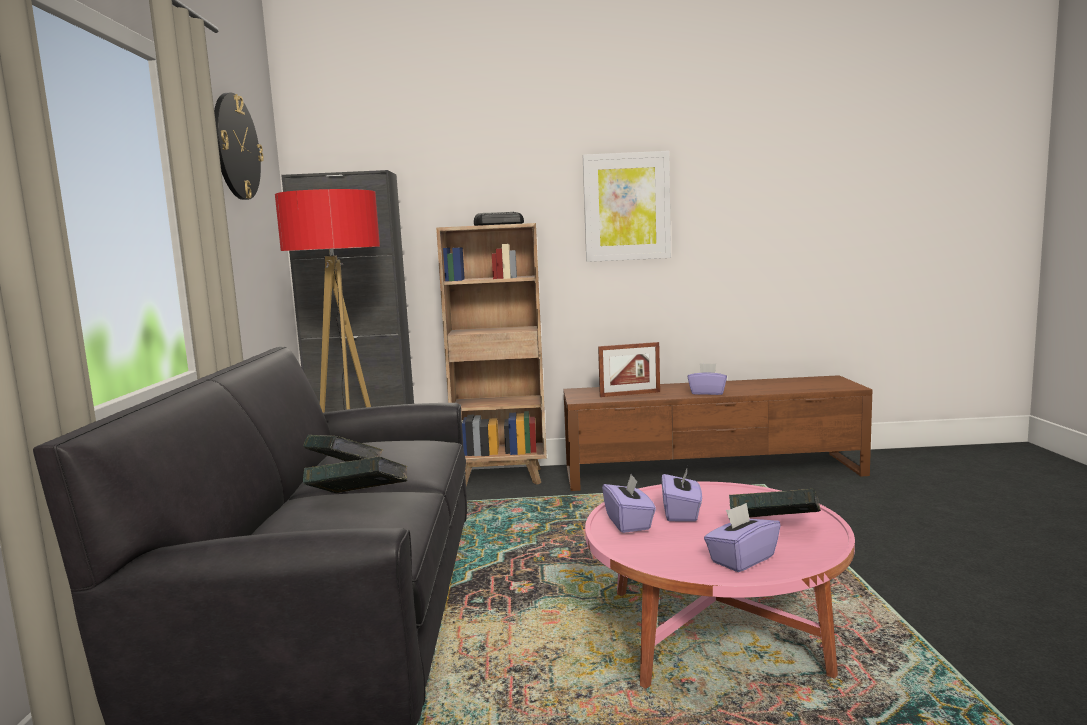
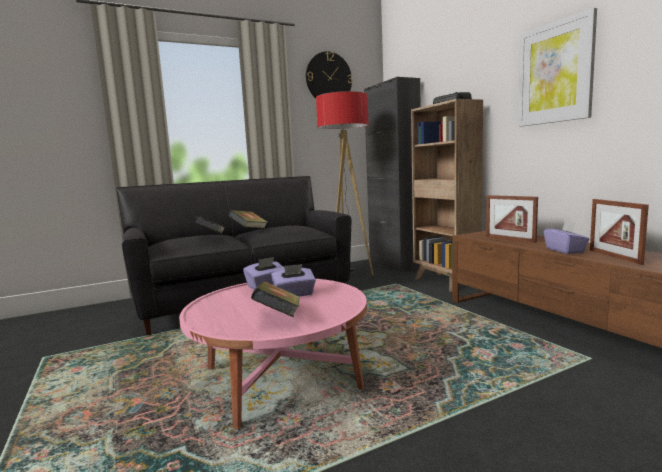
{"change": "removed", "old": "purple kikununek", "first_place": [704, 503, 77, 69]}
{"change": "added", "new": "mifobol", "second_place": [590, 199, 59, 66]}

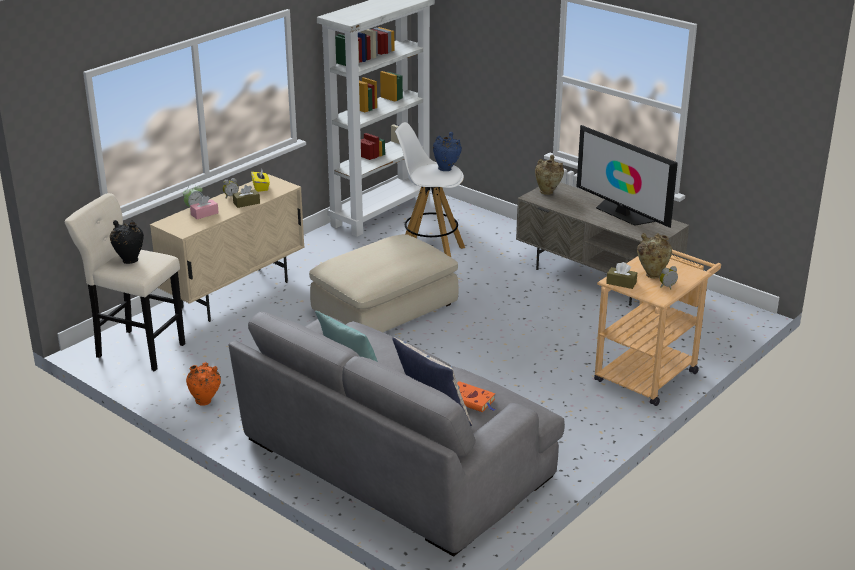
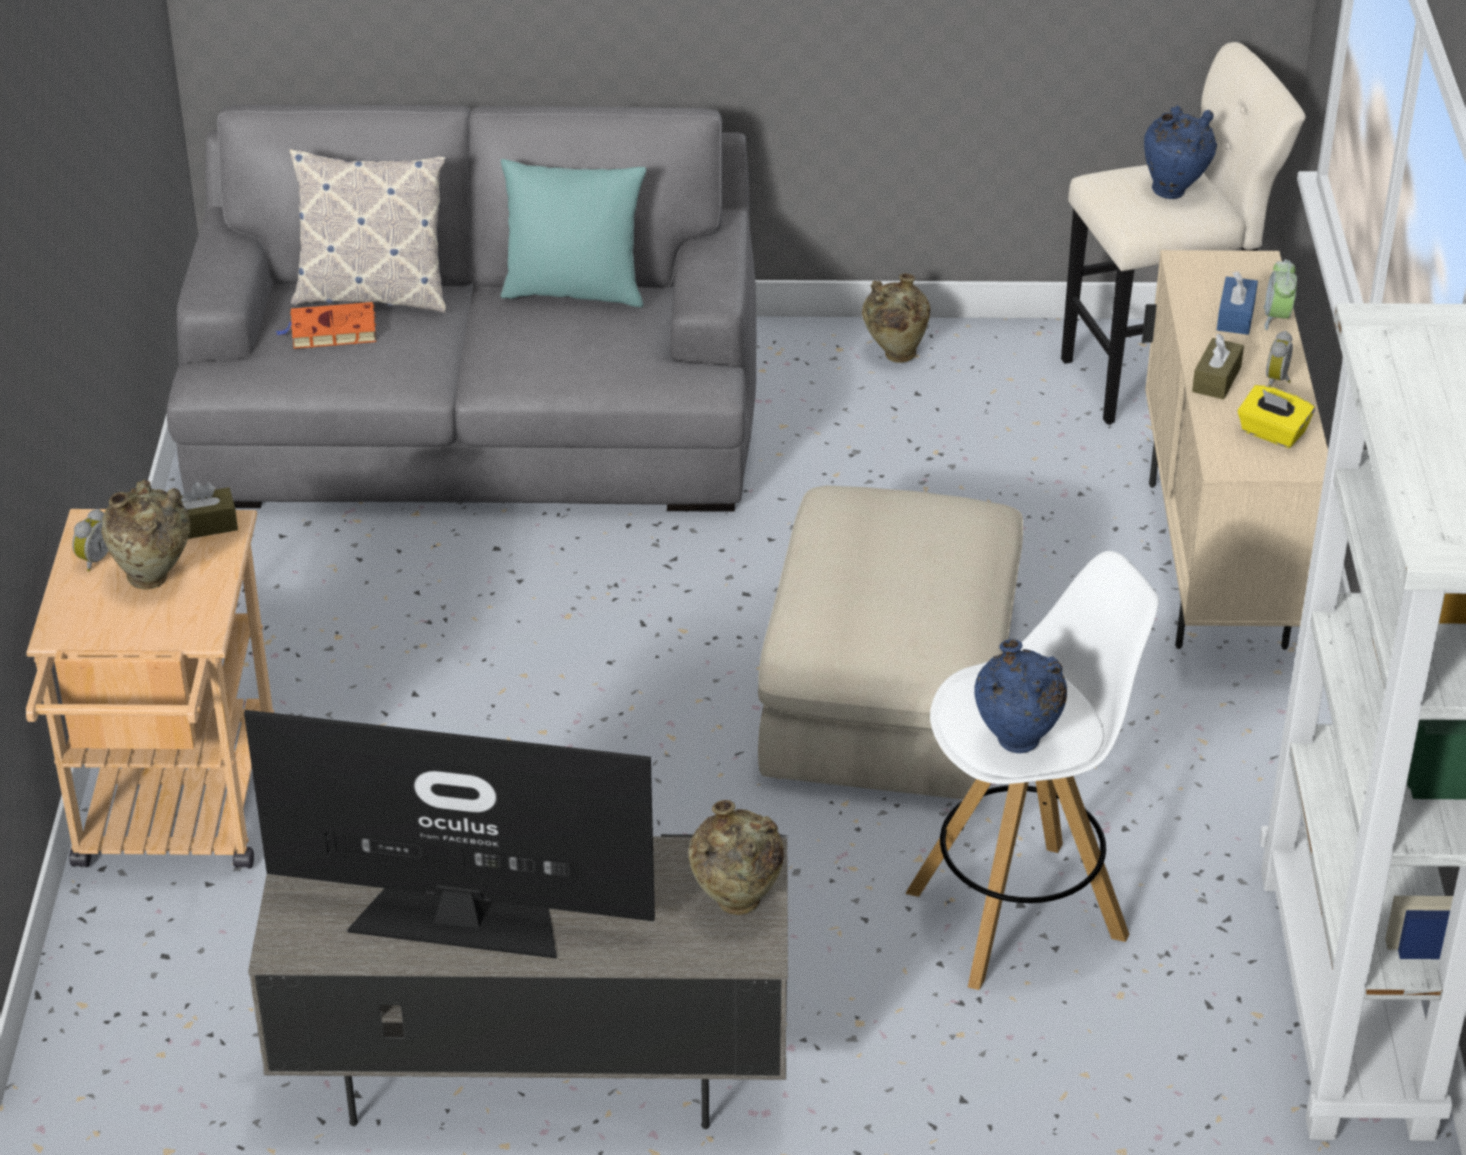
{"change": "recoloured", "old": "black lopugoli", "new": "blue lopugoli", "first_place": [110, 220, 34, 44], "second_place": [1144, 105, 73, 94]}
{"change": "recoloured", "old": "orange lopugoli", "new": "beige lopugoli", "first_place": [186, 362, 35, 44], "second_place": [862, 273, 68, 90]}
{"change": "recoloured", "old": "pink kikununek", "new": "blue kikununek", "first_place": [190, 195, 29, 24], "second_place": [1217, 271, 41, 64]}

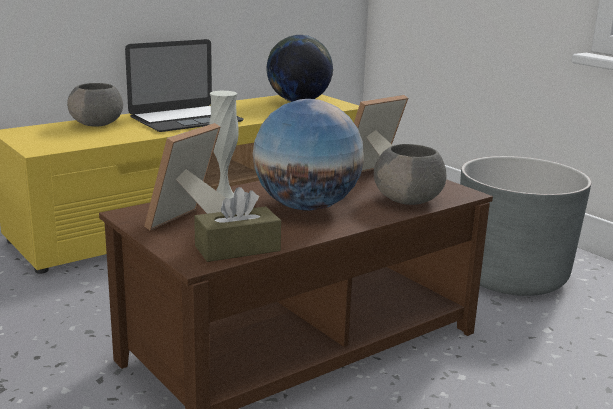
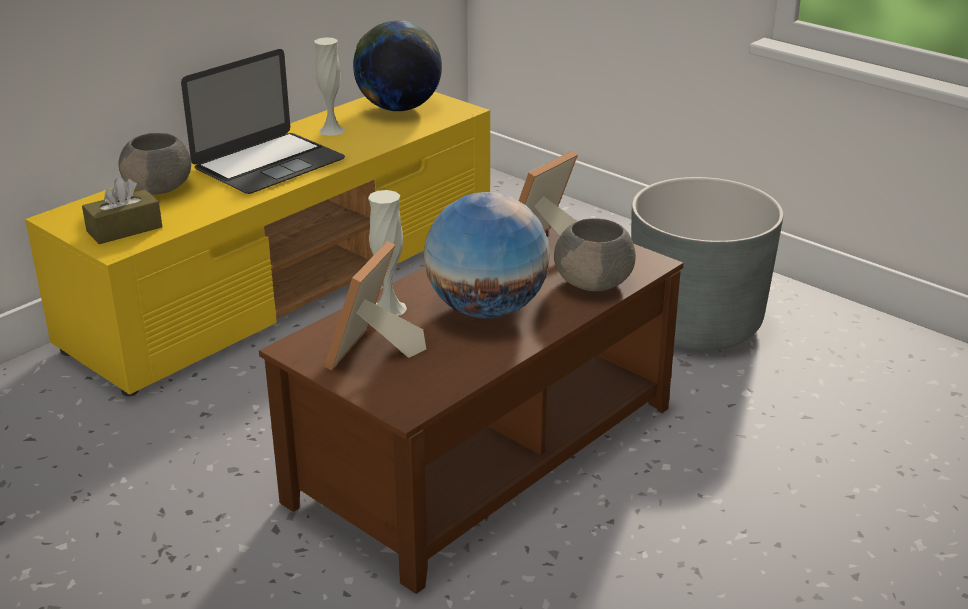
{"change": "moved", "old": "brown kikununek", "first_place": [194, 187, 87, 75], "second_place": [82, 178, 80, 66]}
{"change": "added", "new": "white lopugoli", "second_place": [315, 37, 30, 99]}

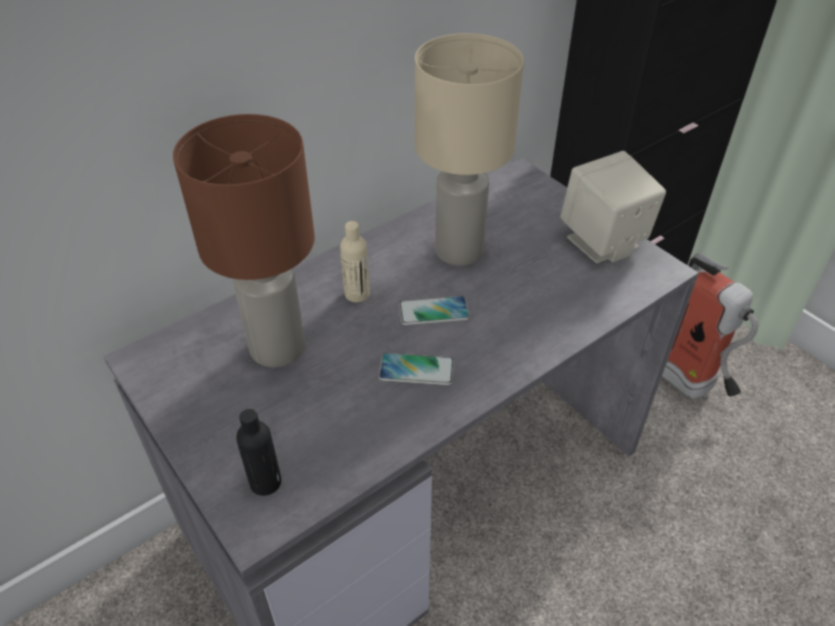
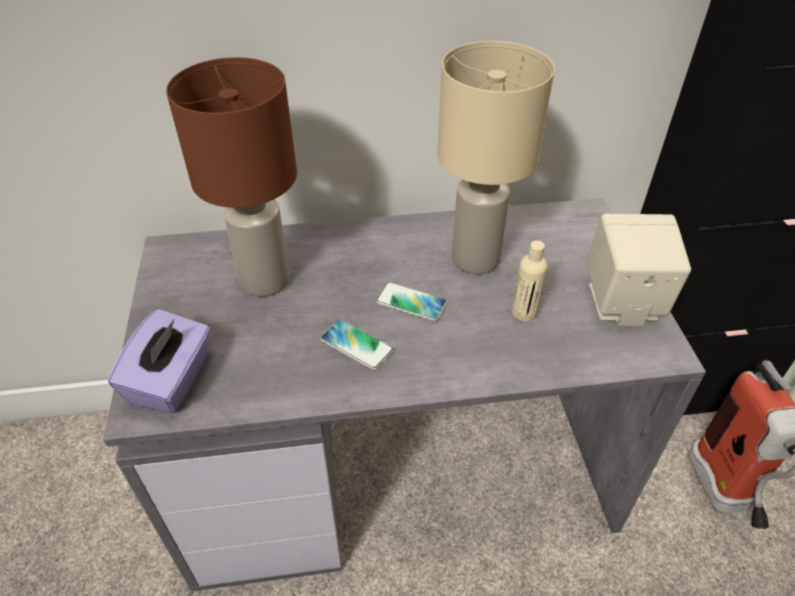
{"change": "replaced", "old": "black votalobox", "new": "purple kikununek", "first_place": [236, 409, 45, 87], "second_place": [108, 309, 102, 104]}
{"change": "moved", "old": "beige votalobox", "first_place": [340, 221, 30, 81], "second_place": [512, 241, 36, 81]}

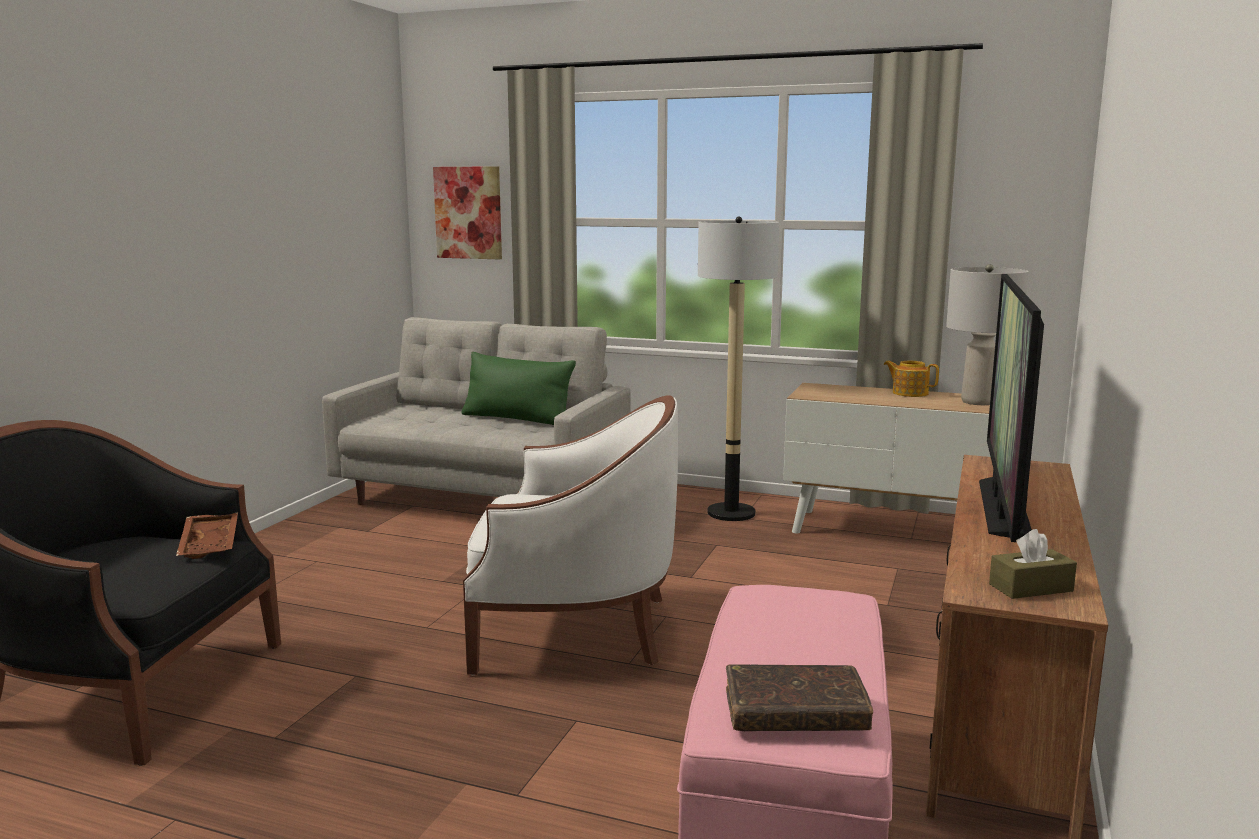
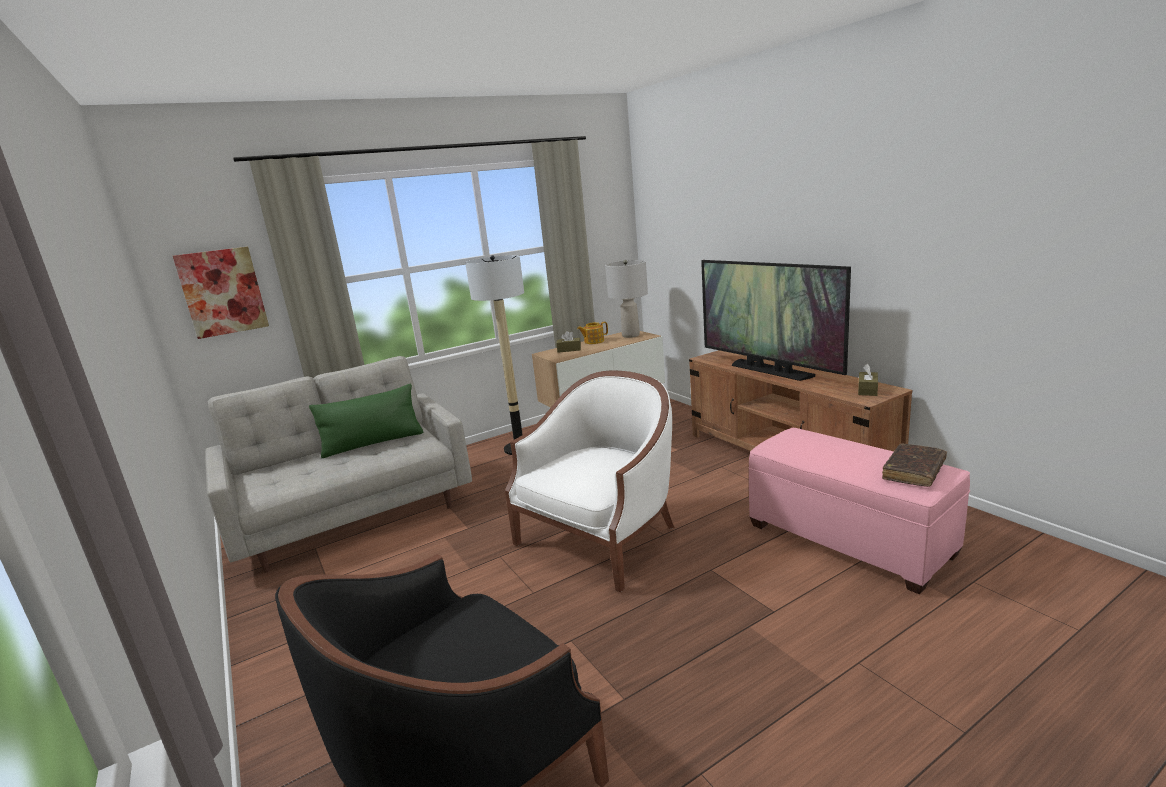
{"change": "removed", "old": "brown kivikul", "first_place": [176, 512, 62, 47]}
{"change": "added", "new": "brown kikununek", "second_place": [556, 331, 25, 22]}

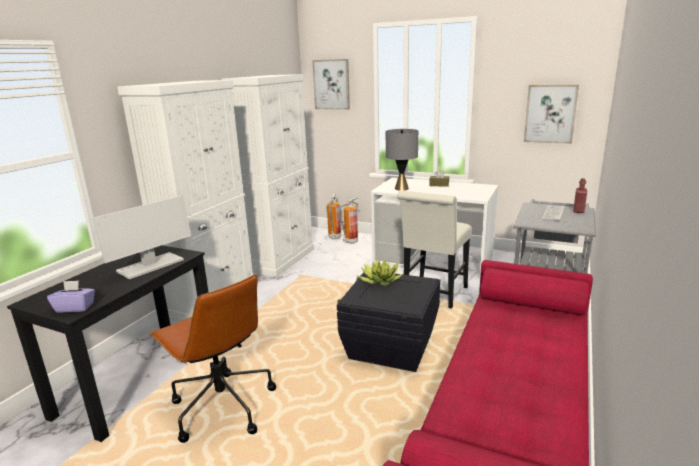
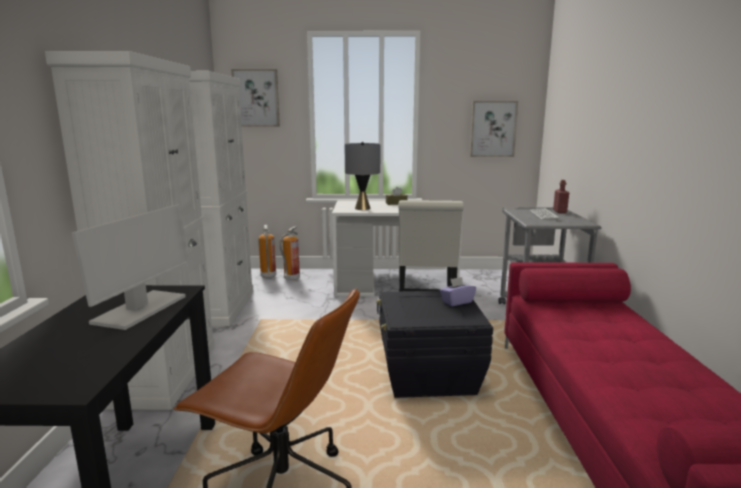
{"change": "moved", "old": "purple kikununek", "first_place": [47, 280, 48, 32], "second_place": [440, 277, 36, 29]}
{"change": "removed", "old": "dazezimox", "first_place": [357, 260, 46, 26]}

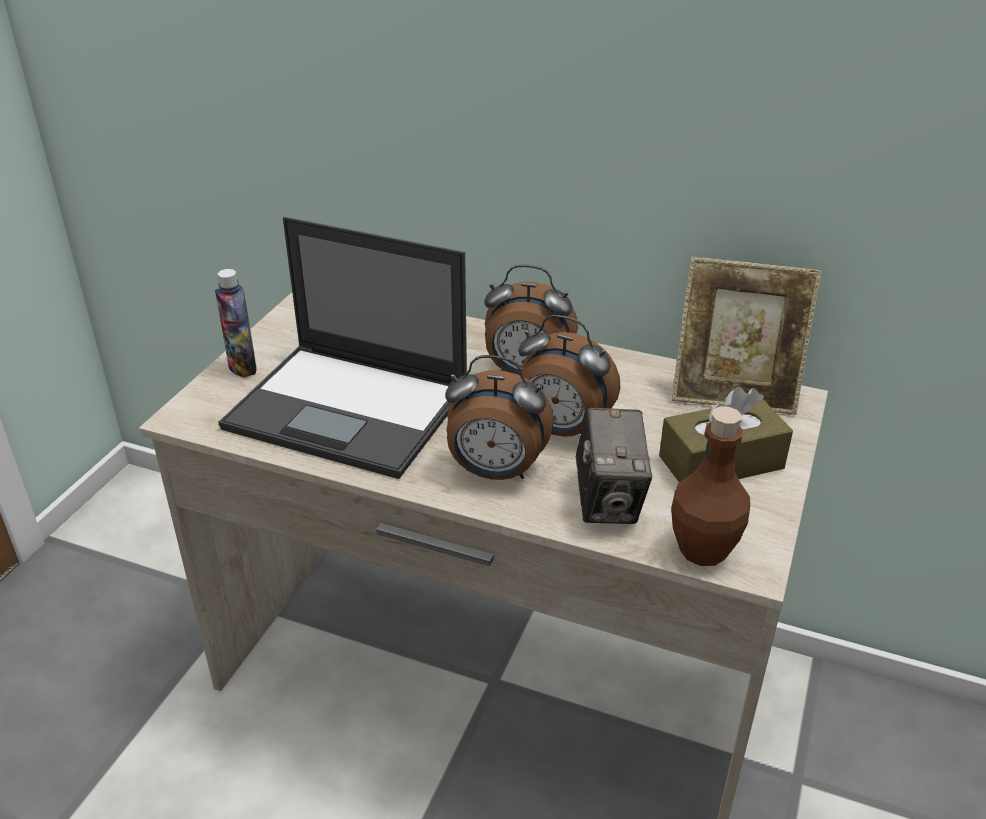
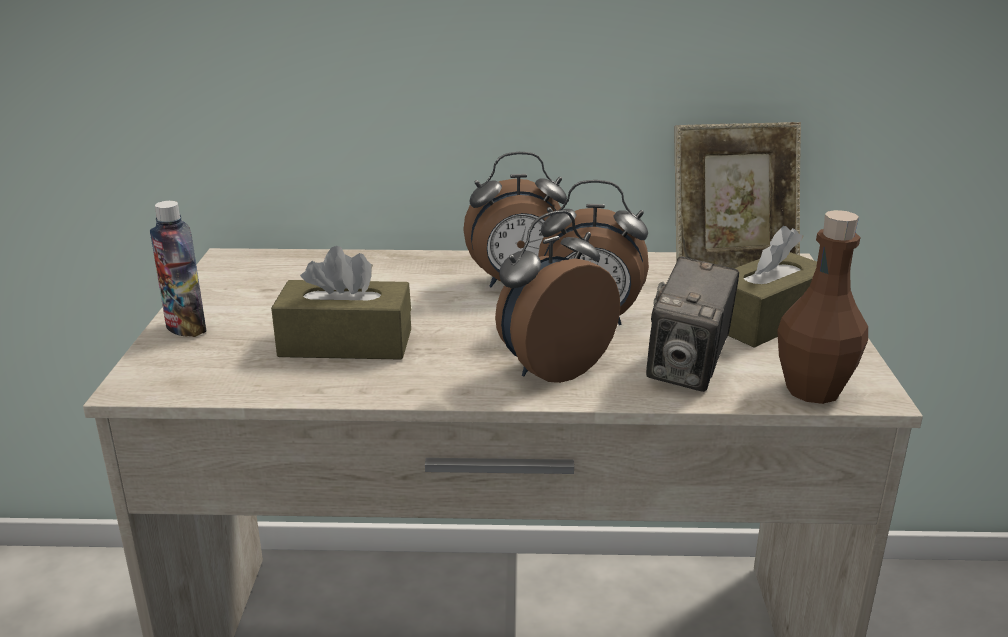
{"change": "replaced", "old": "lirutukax", "new": "brown kikununek", "first_place": [218, 217, 249, 262], "second_place": [271, 246, 140, 114]}
{"change": "turned", "old": "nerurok", "first_place": [445, 355, 109, 125], "second_place": [495, 210, 125, 173], "degrees": 150}
{"change": "turned", "old": "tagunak", "first_place": [575, 408, 77, 116], "second_place": [646, 257, 93, 135], "degrees": 45}

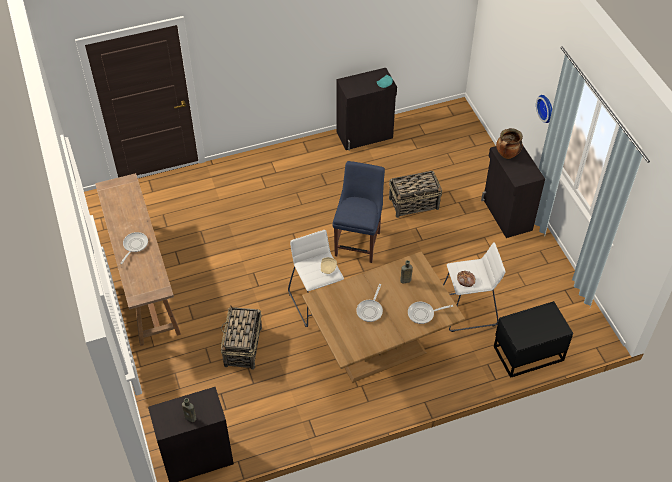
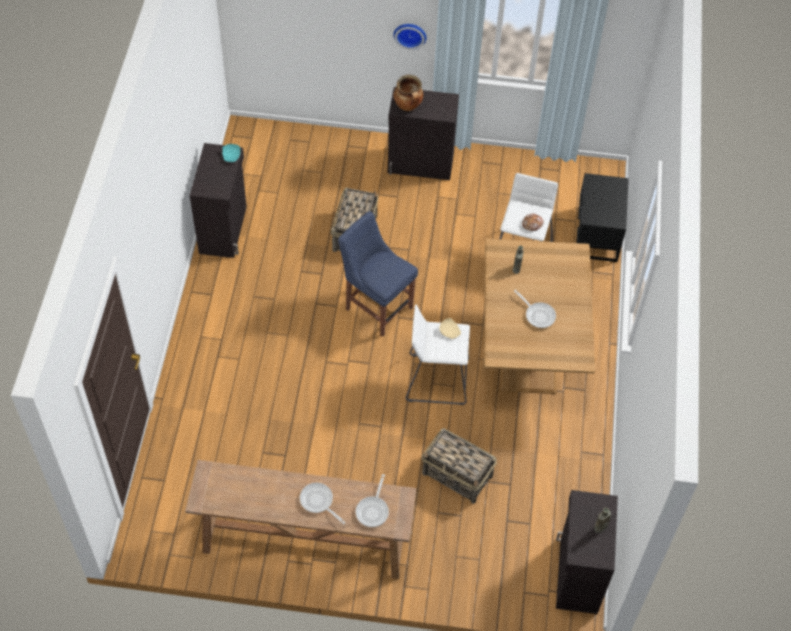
{"change": "moved", "old": "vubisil", "first_place": [408, 302, 45, 22], "second_place": [356, 474, 33, 53]}

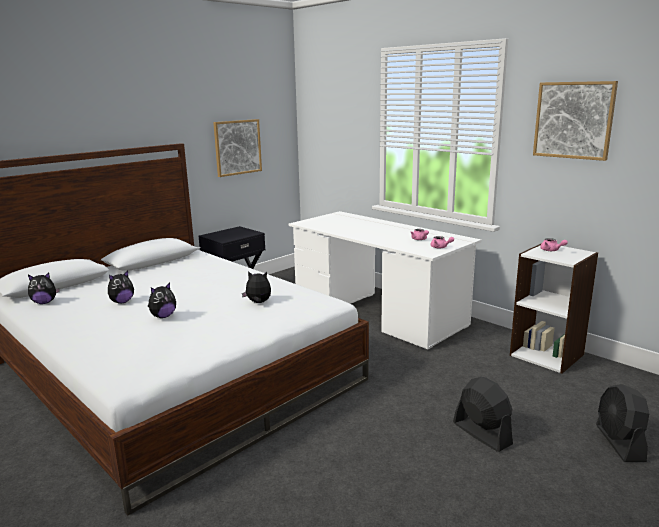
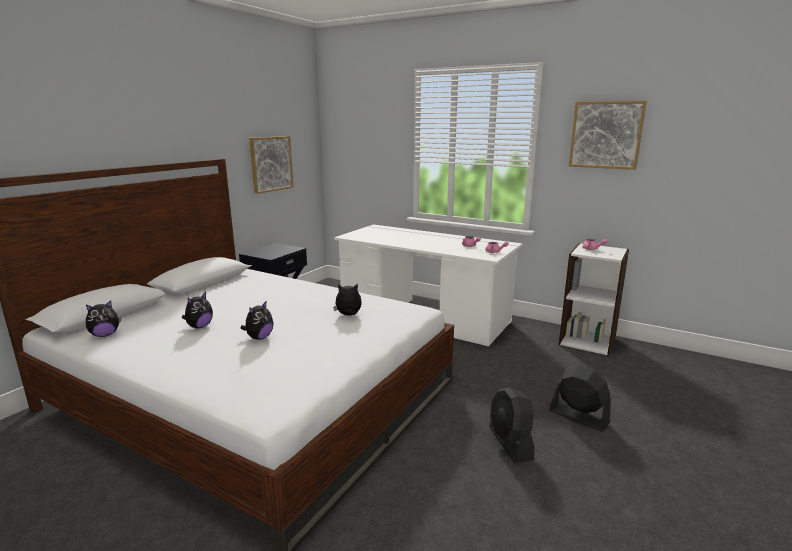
{"change": "moved", "old": "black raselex", "first_place": [596, 384, 53, 78], "second_place": [490, 387, 44, 76]}

